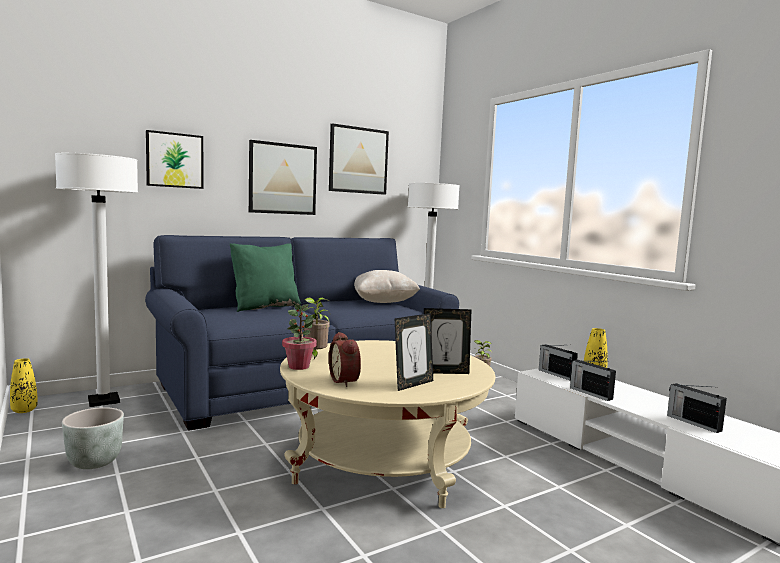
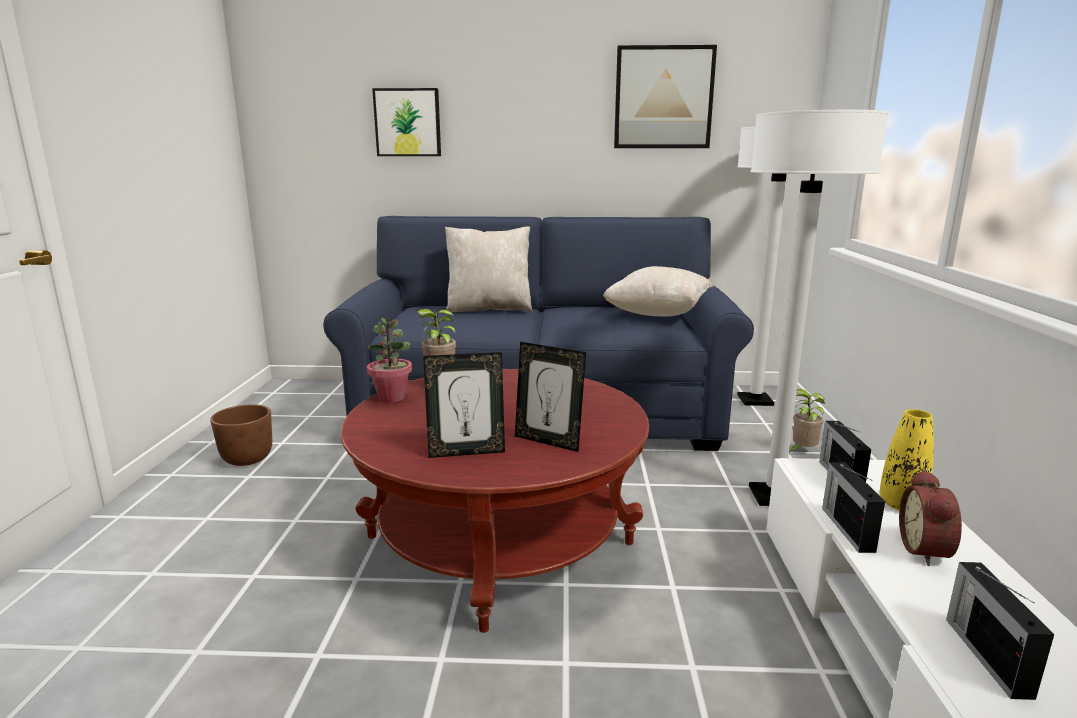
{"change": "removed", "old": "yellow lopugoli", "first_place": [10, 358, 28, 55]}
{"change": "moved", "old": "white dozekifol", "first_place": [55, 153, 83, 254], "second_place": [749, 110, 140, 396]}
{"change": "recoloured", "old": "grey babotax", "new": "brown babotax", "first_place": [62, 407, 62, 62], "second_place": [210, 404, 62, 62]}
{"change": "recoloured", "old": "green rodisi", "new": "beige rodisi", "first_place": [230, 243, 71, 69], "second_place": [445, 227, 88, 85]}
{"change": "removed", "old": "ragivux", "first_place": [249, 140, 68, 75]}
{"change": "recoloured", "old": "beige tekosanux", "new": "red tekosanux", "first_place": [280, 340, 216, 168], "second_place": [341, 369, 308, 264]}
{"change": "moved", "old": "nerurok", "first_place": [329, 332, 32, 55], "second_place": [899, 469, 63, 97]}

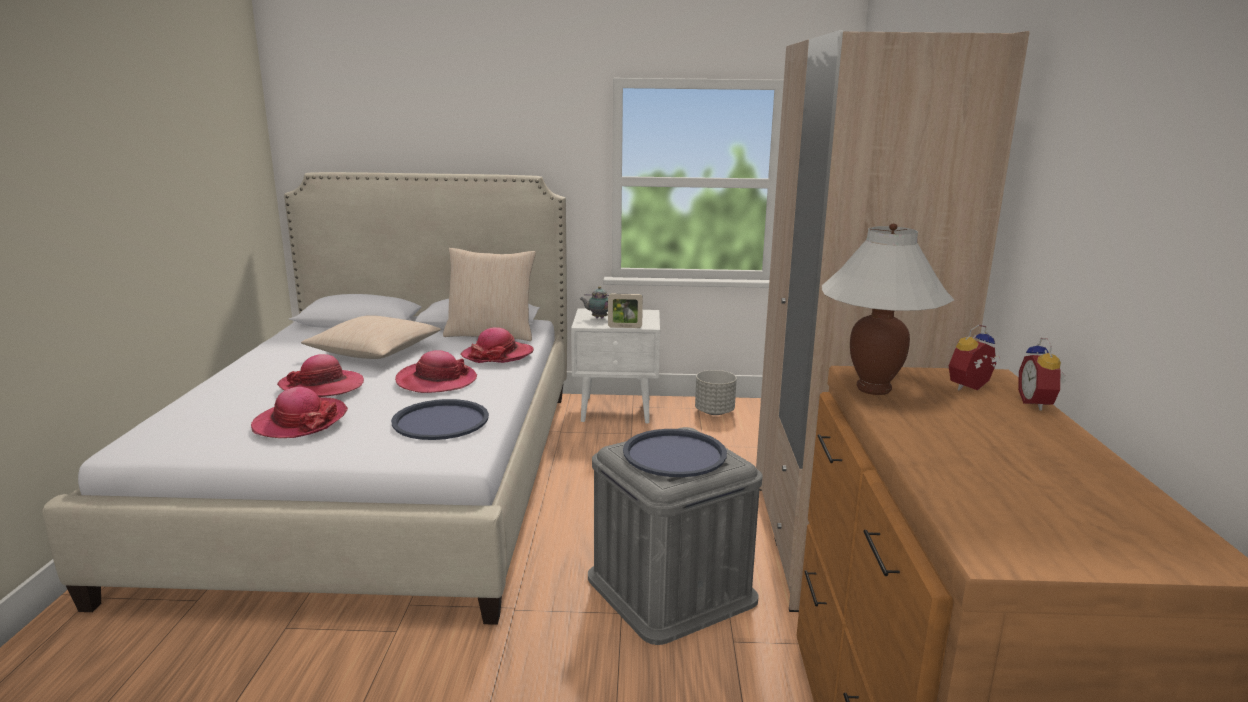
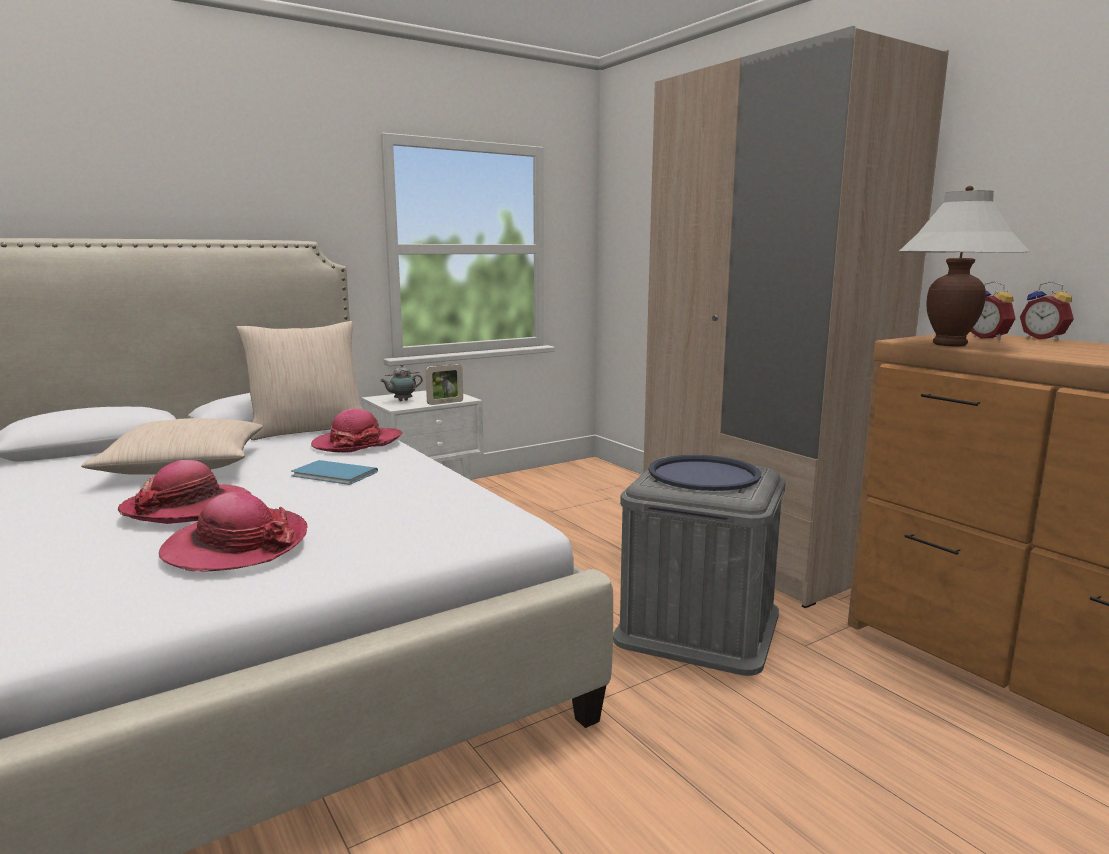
{"change": "removed", "old": "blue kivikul", "first_place": [391, 399, 98, 41]}
{"change": "replaced", "old": "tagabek", "new": "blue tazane", "first_place": [395, 350, 82, 43], "second_place": [291, 460, 87, 25]}
{"change": "removed", "old": "grey babotax", "first_place": [695, 370, 42, 45]}
{"change": "turned", "old": "nerurok", "first_place": [949, 324, 51, 67], "second_place": [970, 281, 46, 59], "degrees": -45}

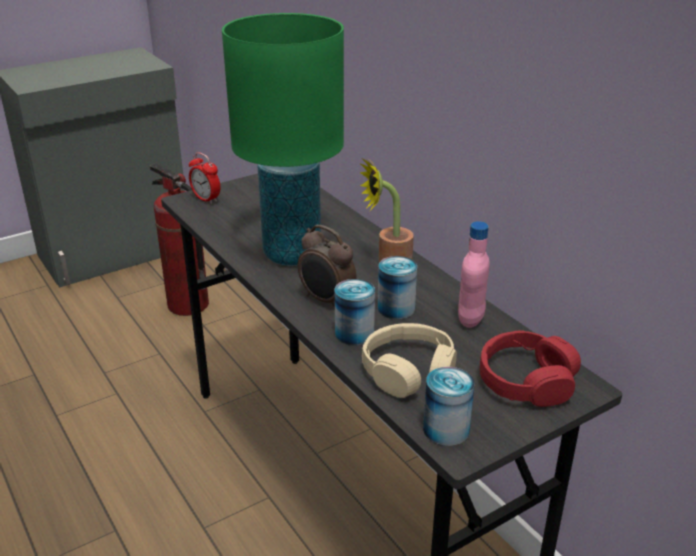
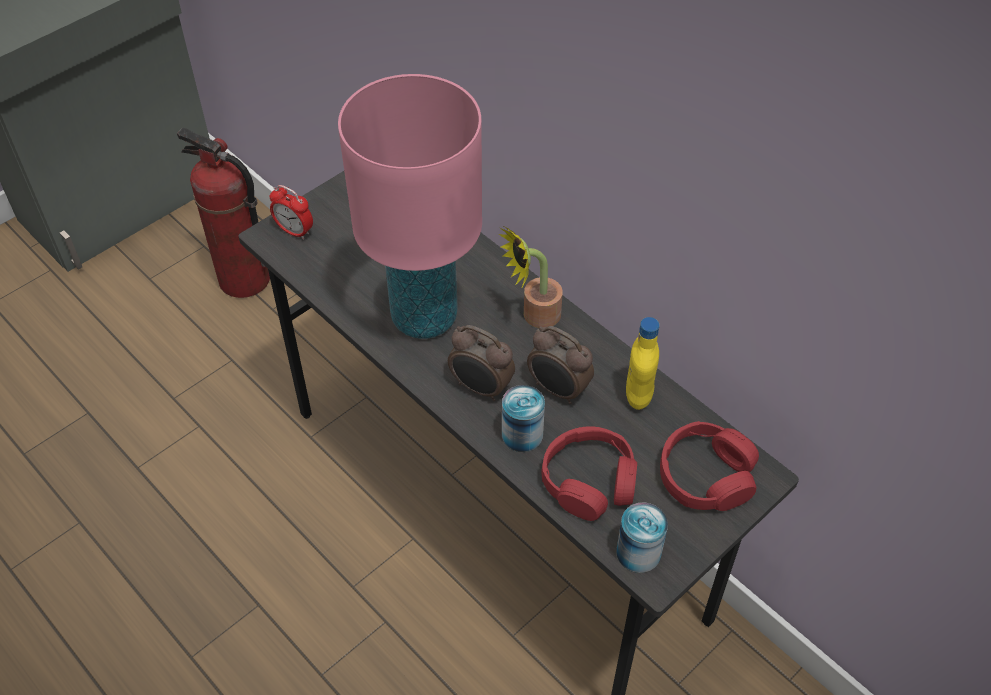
{"change": "recoloured", "old": "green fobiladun", "new": "pink fobiladun", "first_place": [222, 13, 122, 253], "second_place": [338, 74, 144, 265]}
{"change": "recoloured", "old": "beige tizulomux", "new": "red tizulomux", "first_place": [362, 323, 95, 75], "second_place": [542, 426, 95, 95]}
{"change": "replaced", "old": "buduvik", "new": "nerurok", "first_place": [378, 256, 39, 63], "second_place": [527, 326, 67, 78]}
{"change": "recoloured", "old": "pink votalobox", "new": "yellow votalobox", "first_place": [458, 221, 32, 107], "second_place": [626, 317, 34, 93]}

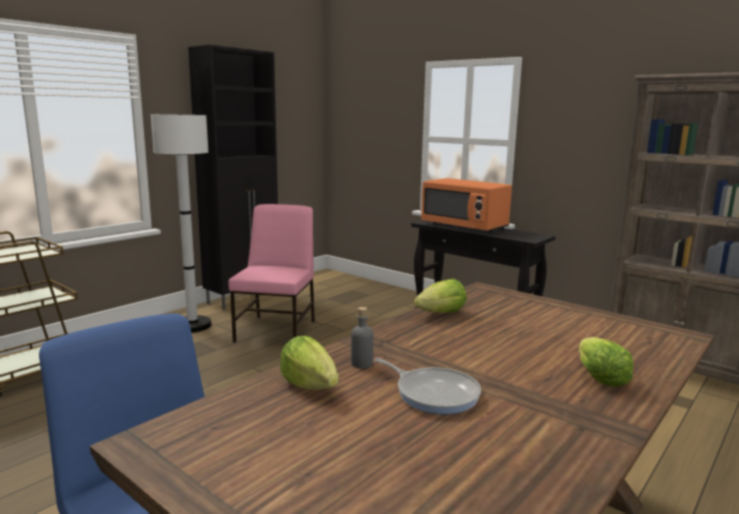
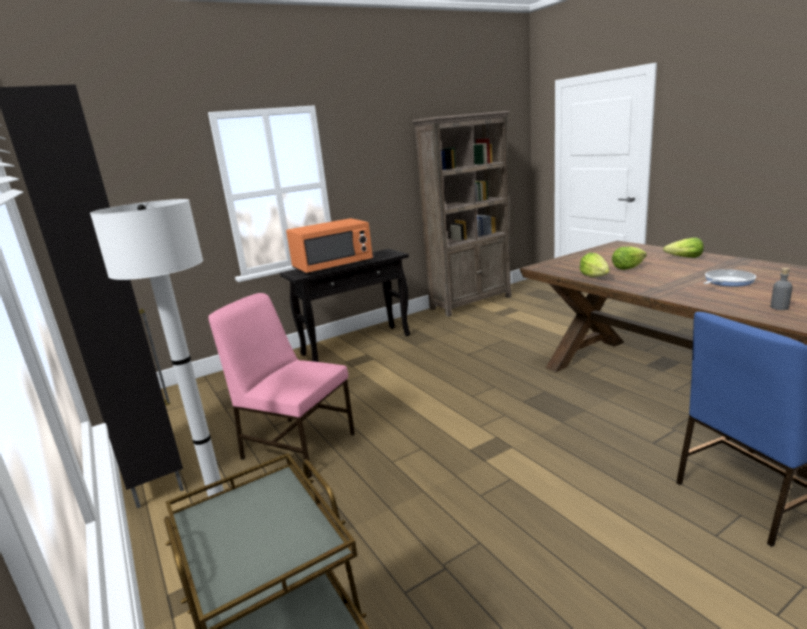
{"change": "moved", "old": "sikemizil", "first_place": [280, 336, 59, 54], "second_place": [612, 246, 35, 24]}
{"change": "moved", "old": "grey votalobox", "first_place": [351, 307, 22, 61], "second_place": [771, 268, 22, 42]}

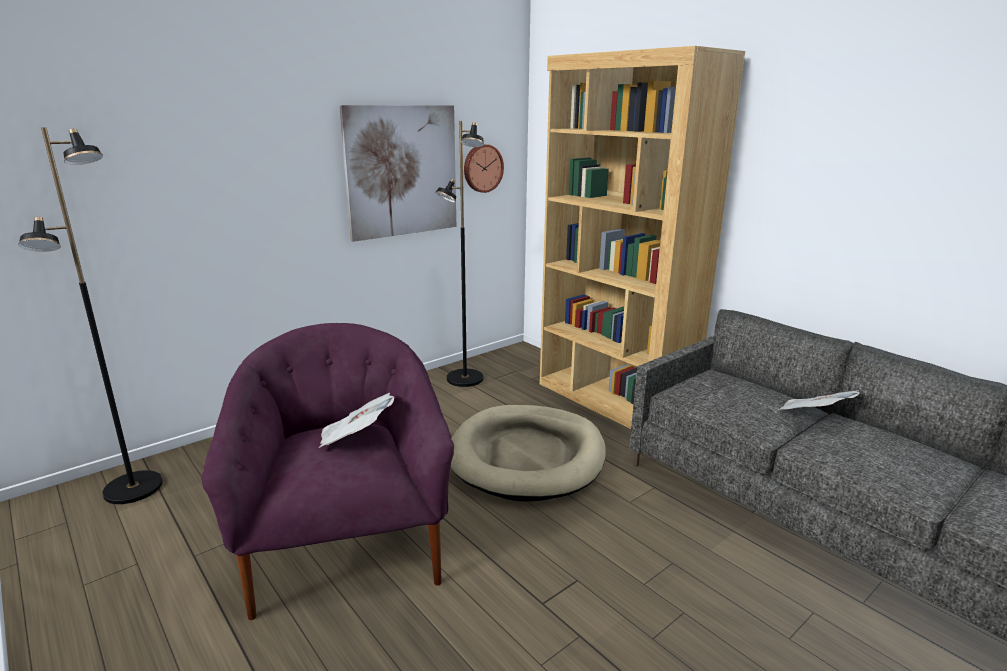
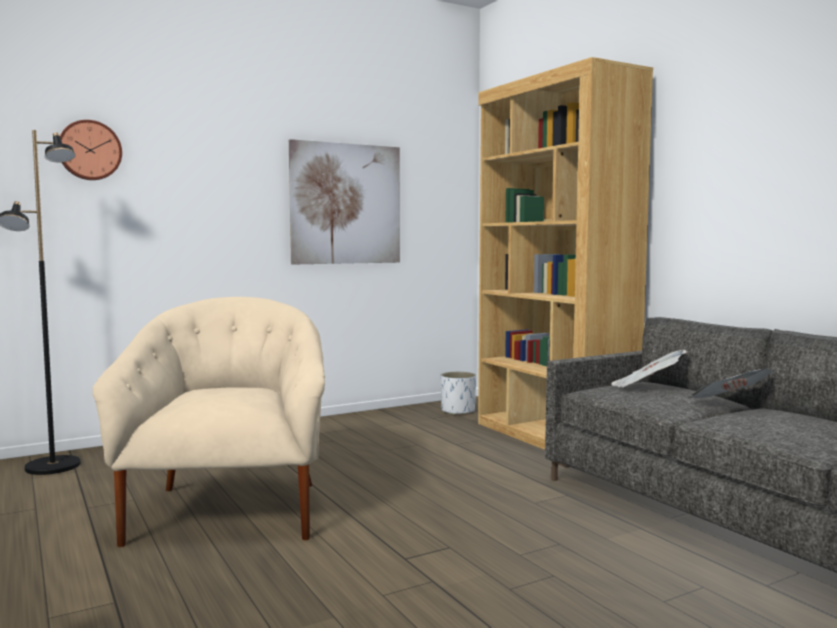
{"change": "recoloured", "old": "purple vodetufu", "new": "beige vodetufu", "first_place": [201, 323, 253, 297], "second_place": [93, 297, 232, 250]}
{"change": "moved", "old": "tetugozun", "first_place": [319, 393, 75, 55], "second_place": [611, 350, 76, 38]}
{"change": "removed", "old": "black dozekifol", "first_place": [435, 121, 49, 266]}
{"change": "removed", "old": "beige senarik", "first_place": [450, 405, 156, 97]}
{"change": "moved", "old": "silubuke", "first_place": [464, 144, 40, 49], "second_place": [60, 120, 62, 60]}
{"change": "added", "new": "white babotax", "second_place": [441, 372, 35, 43]}

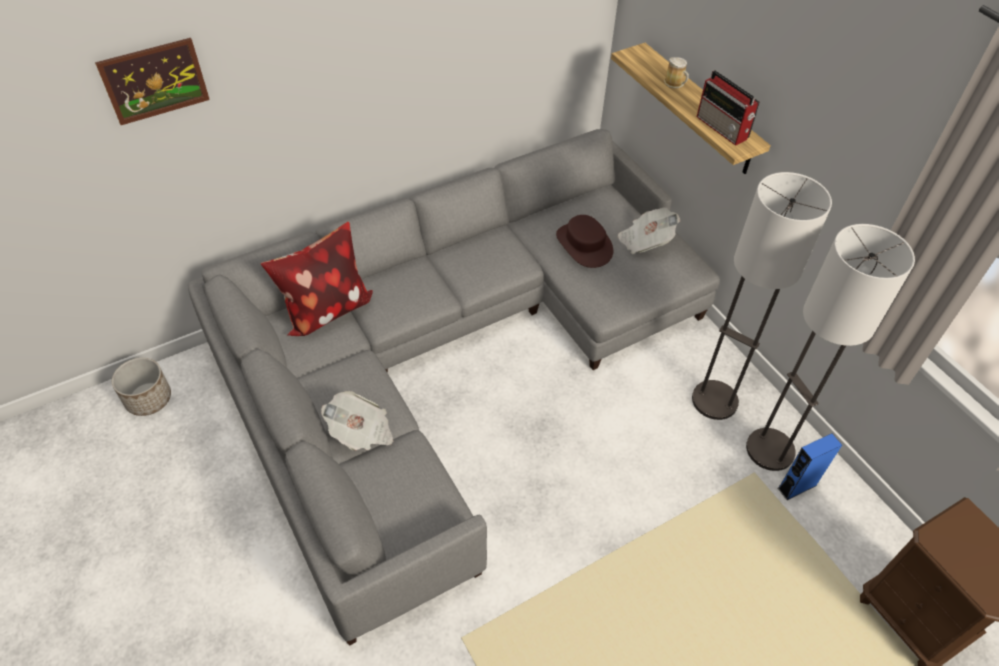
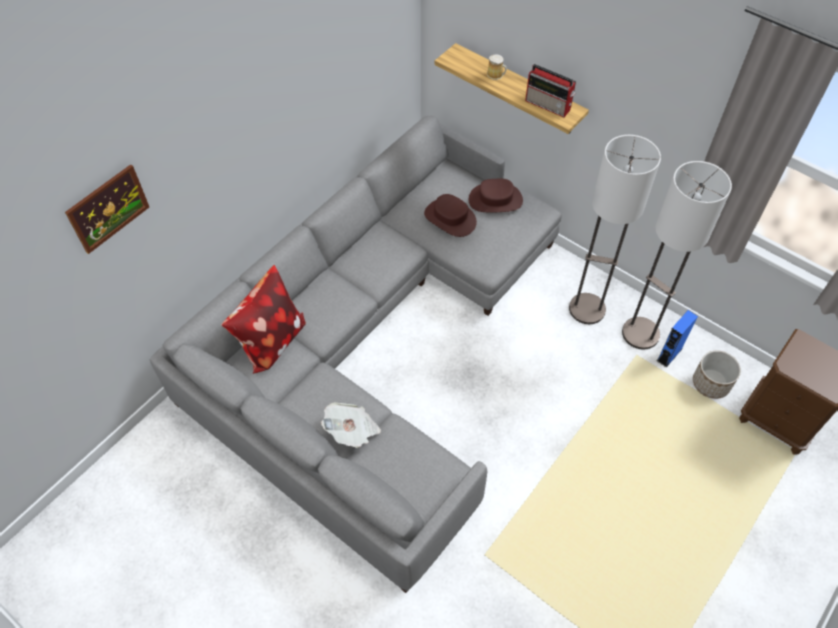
{"change": "moved", "old": "babotax", "first_place": [112, 358, 59, 58], "second_place": [693, 351, 48, 48]}
{"change": "replaced", "old": "tetugozun", "new": "brown tagabek", "first_place": [618, 207, 62, 47], "second_place": [469, 179, 54, 34]}

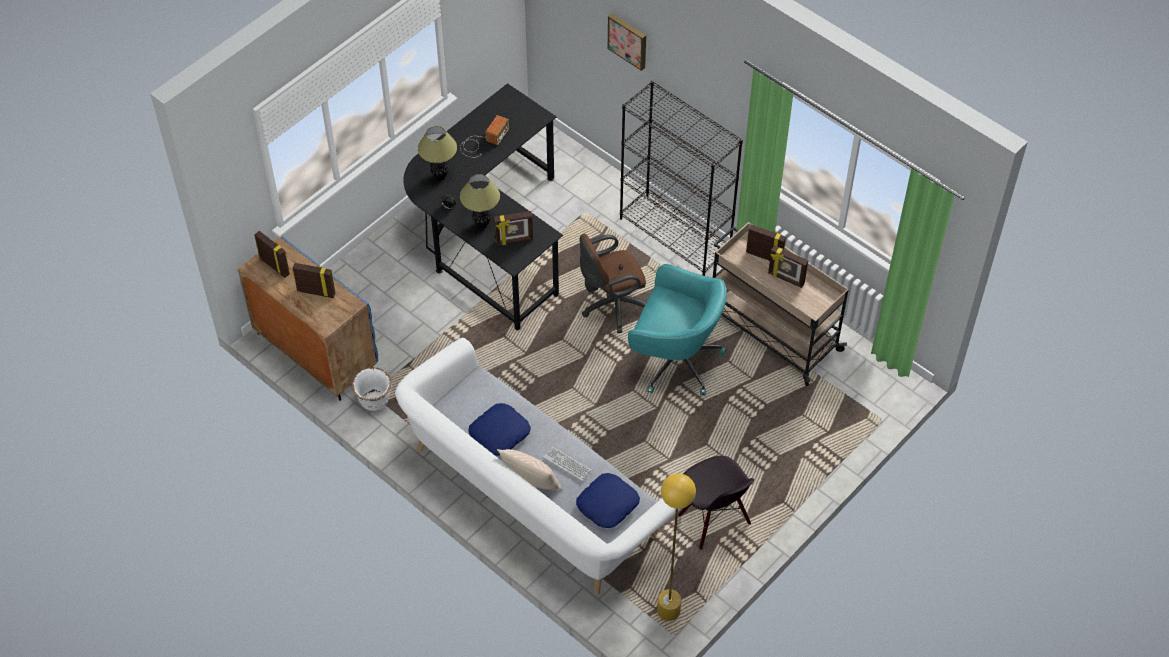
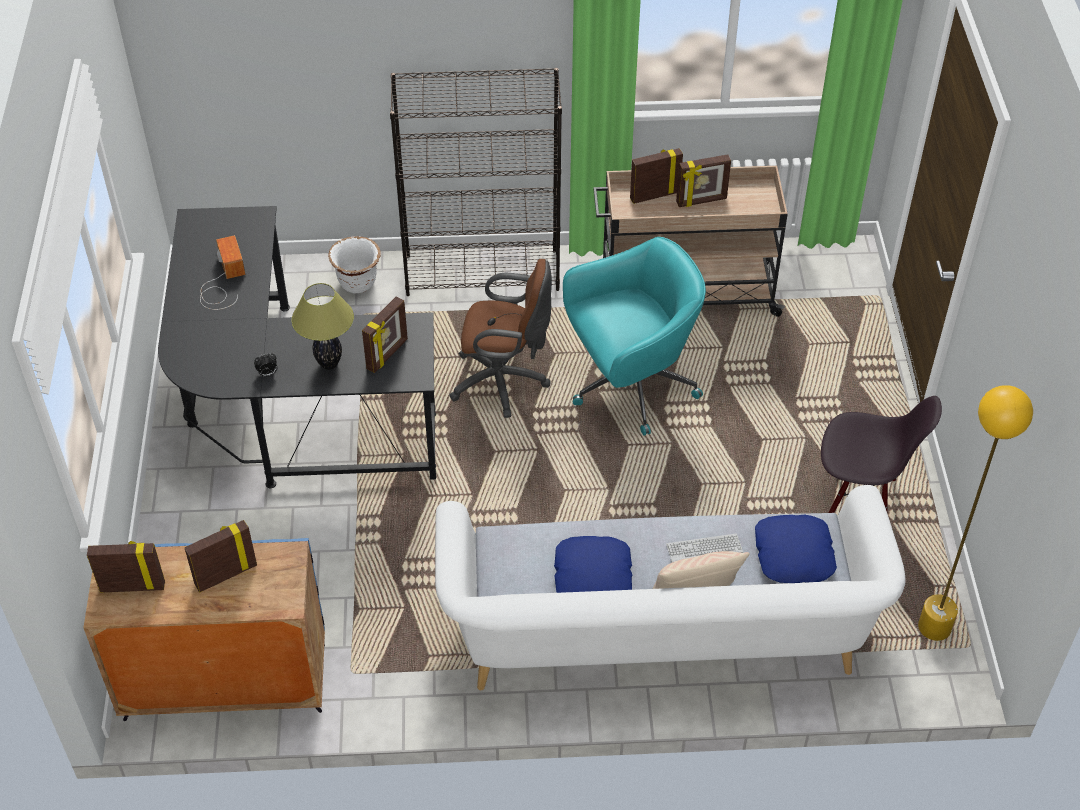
{"change": "moved", "old": "white babotax", "first_place": [352, 367, 39, 44], "second_place": [328, 236, 53, 58]}
{"change": "removed", "old": "fobiladun", "first_place": [418, 126, 39, 54]}
{"change": "turned", "old": "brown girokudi", "first_place": [580, 234, 66, 99], "second_place": [449, 259, 103, 159], "degrees": -105}
{"change": "removed", "old": "ragivux", "first_place": [608, 14, 38, 57]}

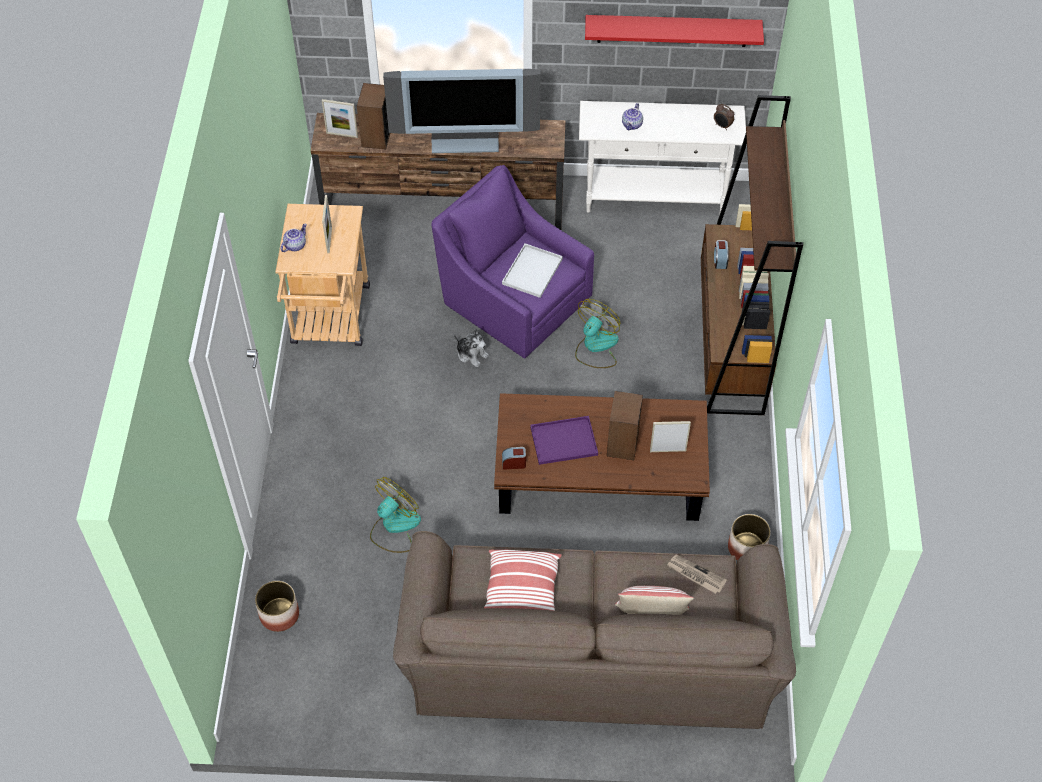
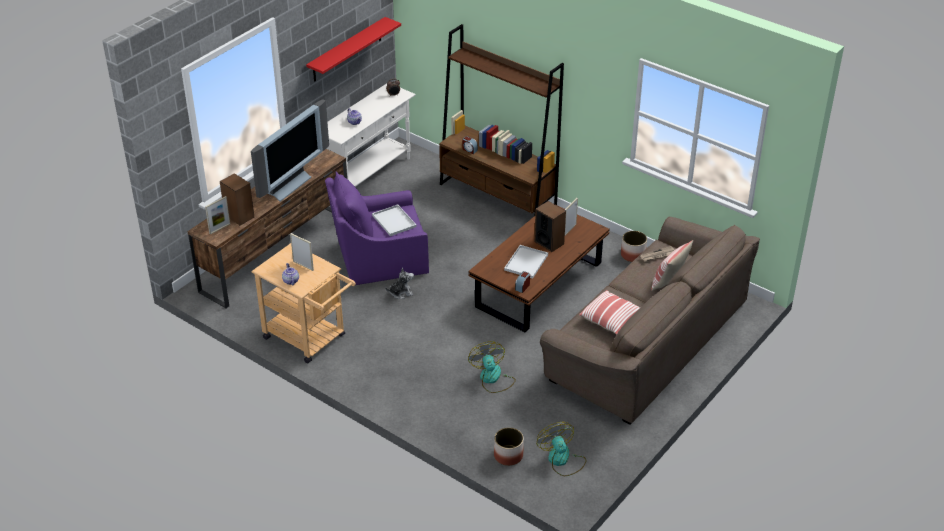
{"change": "recoloured", "old": "purple kivikul", "new": "white kivikul", "first_place": [530, 416, 68, 49], "second_place": [504, 245, 44, 34]}
{"change": "moved", "old": "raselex", "first_place": [575, 299, 45, 69], "second_place": [537, 422, 50, 54]}

